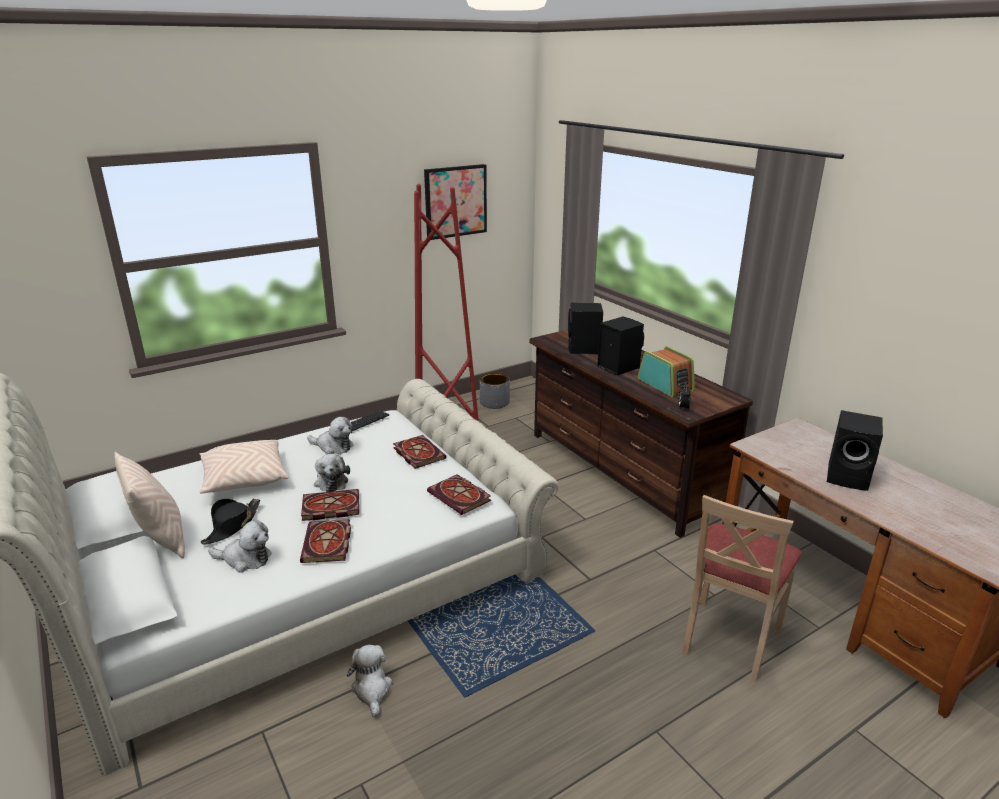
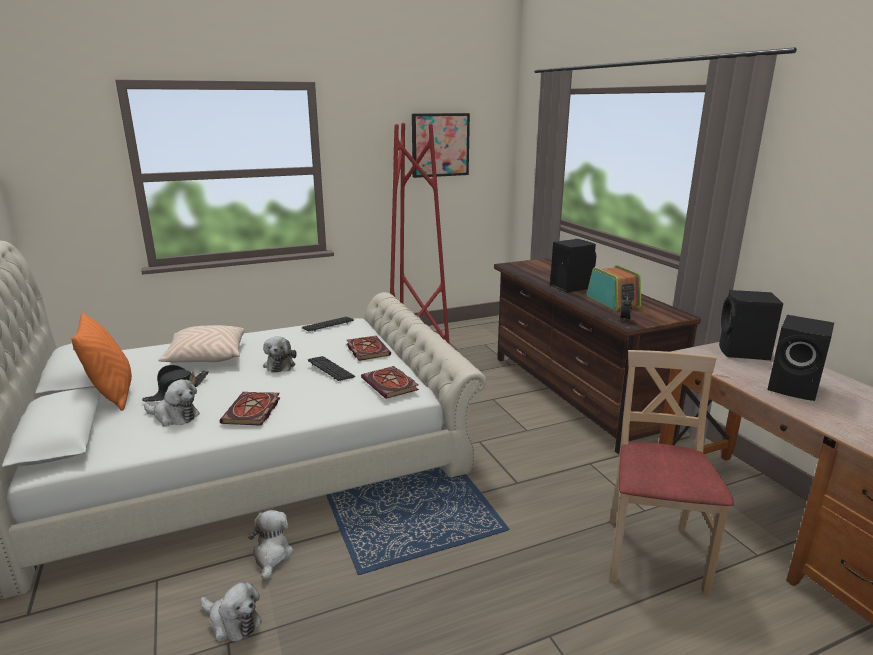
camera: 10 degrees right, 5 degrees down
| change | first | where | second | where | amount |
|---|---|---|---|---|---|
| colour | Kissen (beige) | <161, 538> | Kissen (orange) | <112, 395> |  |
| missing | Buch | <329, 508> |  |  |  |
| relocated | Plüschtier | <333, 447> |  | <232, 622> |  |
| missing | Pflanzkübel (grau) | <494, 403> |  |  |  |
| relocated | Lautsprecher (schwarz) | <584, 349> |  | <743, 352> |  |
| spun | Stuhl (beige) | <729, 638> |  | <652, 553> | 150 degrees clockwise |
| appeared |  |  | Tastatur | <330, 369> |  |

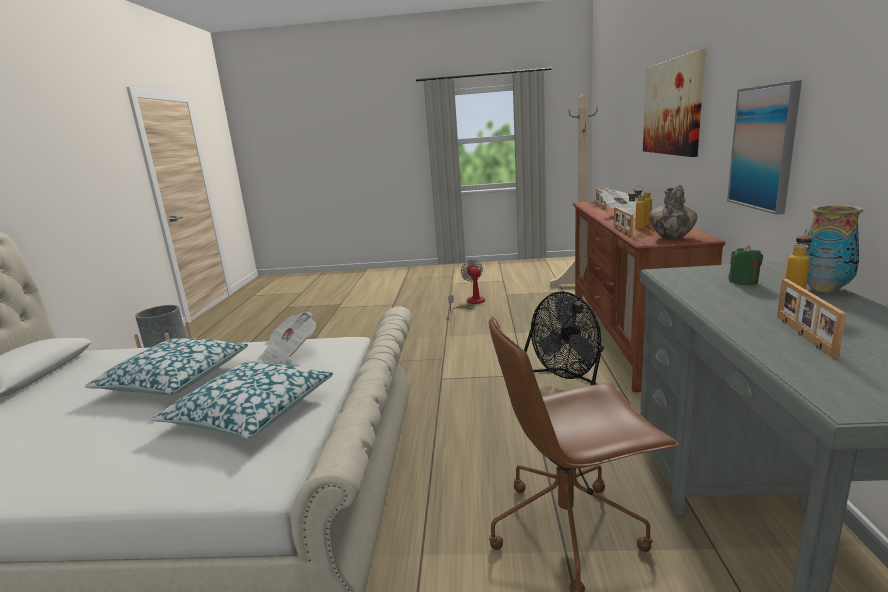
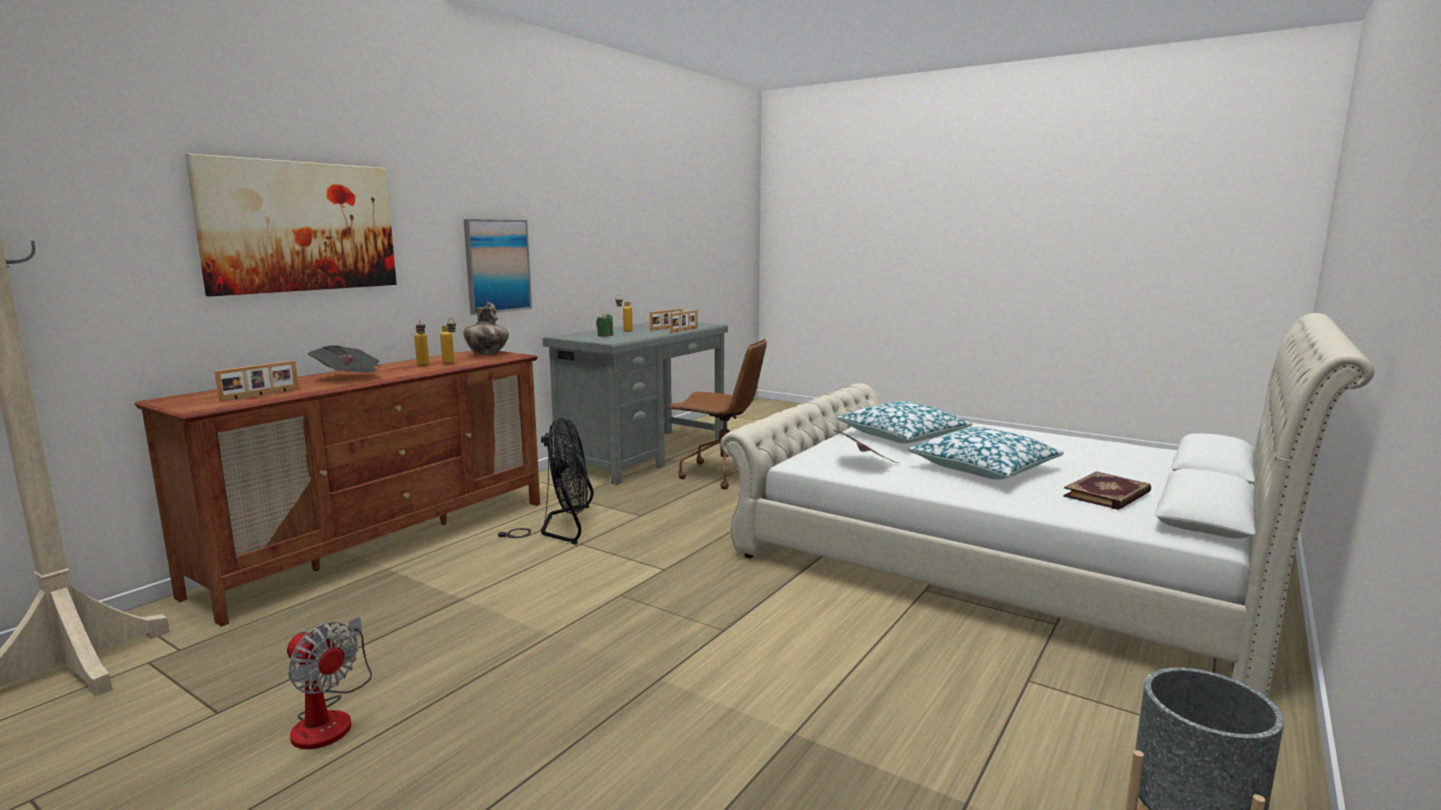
camera: 150 degrees left, 5 degrees down
| change | first | where | second | where | amount |
|---|---|---|---|---|---|
| spun | Ventilator | <471, 303> |  | <329, 718> | 75 degrees counterclockwise |
| relocated | Bilderrahmen | <621, 231> |  | <684, 330> |  |
| missing | Vase | <823, 289> |  |  |  |
| appeared |  |  | Buch | <1108, 495> |  |

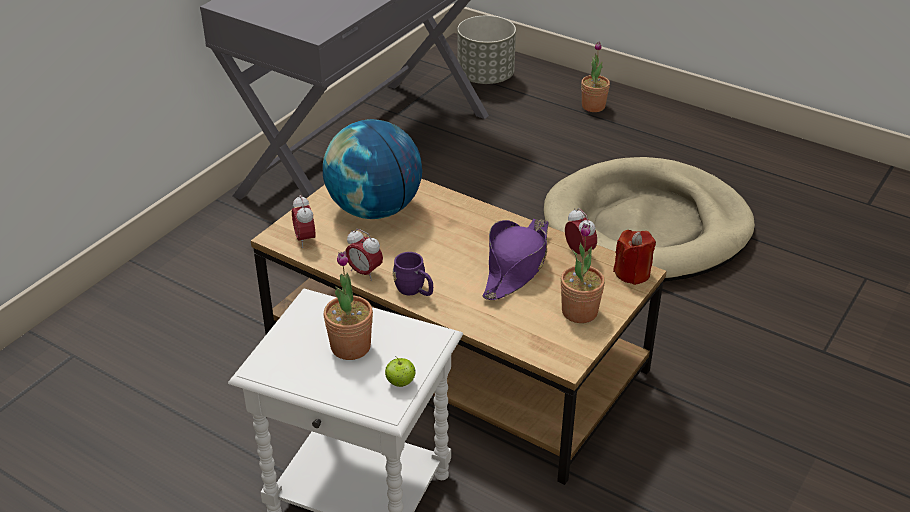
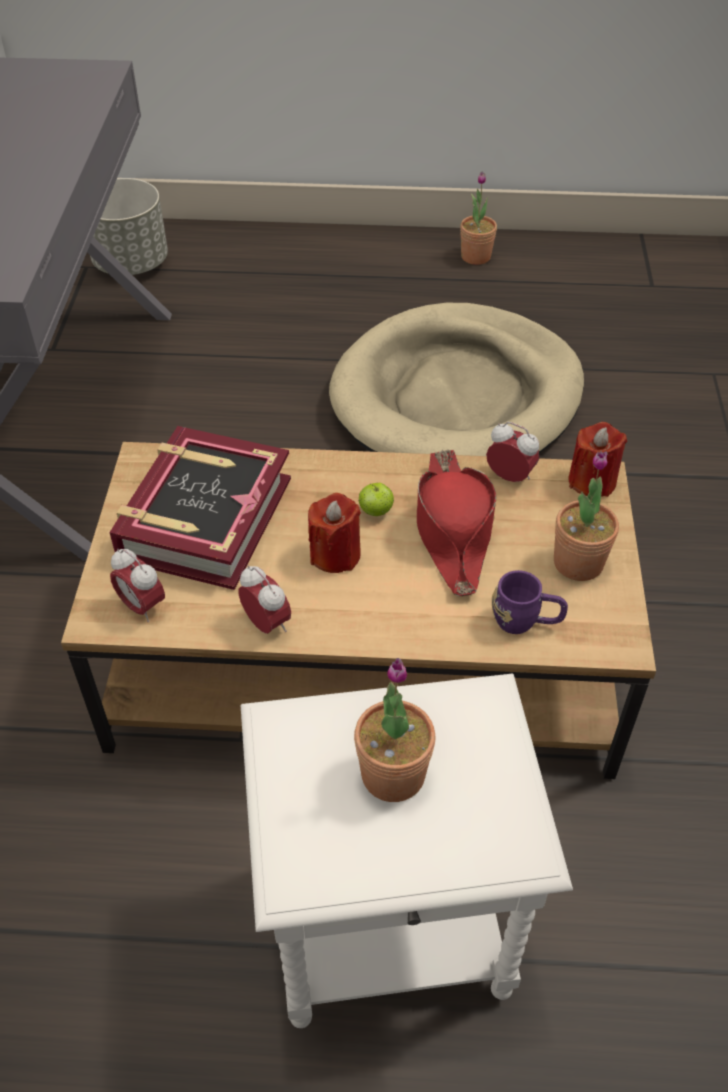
camera: 30 degrees left, 10 degrees up
| change | first | where | second | where | amount |
|---|---|---|---|---|---|
| exchanged | Globus | <374, 209> | Buch | <205, 518> |  |
| spun | Wecker | <364, 272> |  | <267, 624> | 135 degrees counterclockwise |
| relocated | Apfel | <400, 383> |  | <376, 511> |  |
| relocated | Henkelbecher (lila) | <414, 291> |  | <525, 622> |  |
| colour | Hut (lila) | <516, 266> | Hut (rot) | <452, 529> |  |
| relocated | Topfpflanze | <593, 106> |  | <475, 256> |  |
| appeared |  |  | Kerze (rot) | <335, 554> |  |

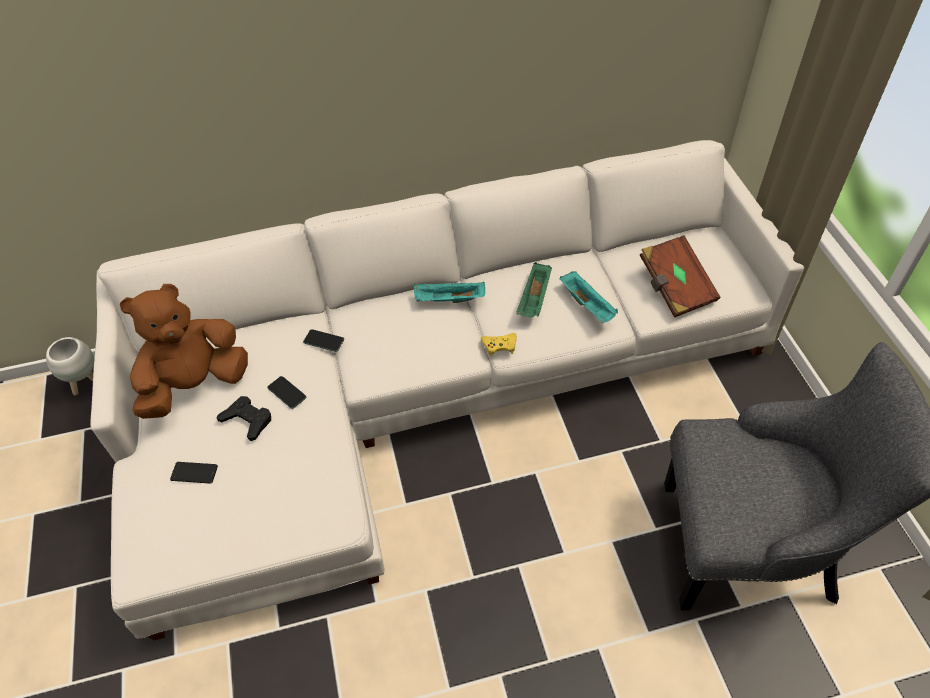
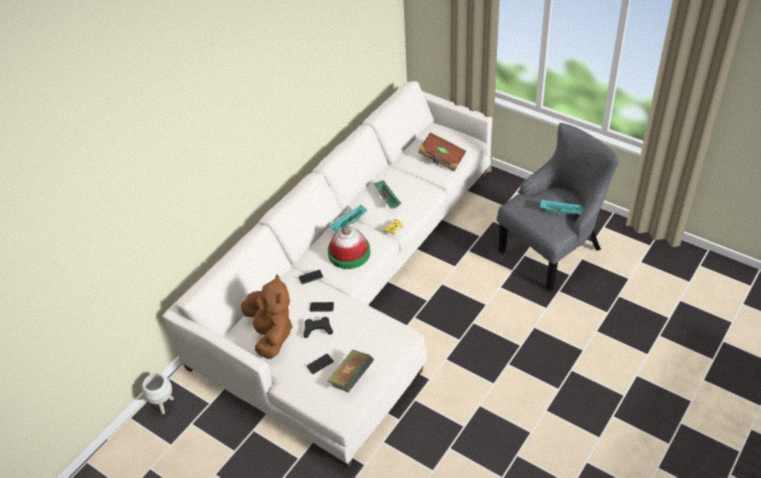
camera: 40 degrees left, 5 degrees down
| change | first | where | second | where | amount |
|---|---|---|---|---|---|
| spun | Plüschtier (braun) | <195, 385> |  | <271, 334> | 150 degrees clockwise |
| relocated | Tablett (türkis) | <588, 305> |  | <562, 212> |  |
| appeared |  |  | Buch | <351, 378> |  |
| appeared |  |  | Hut | <349, 253> |  |

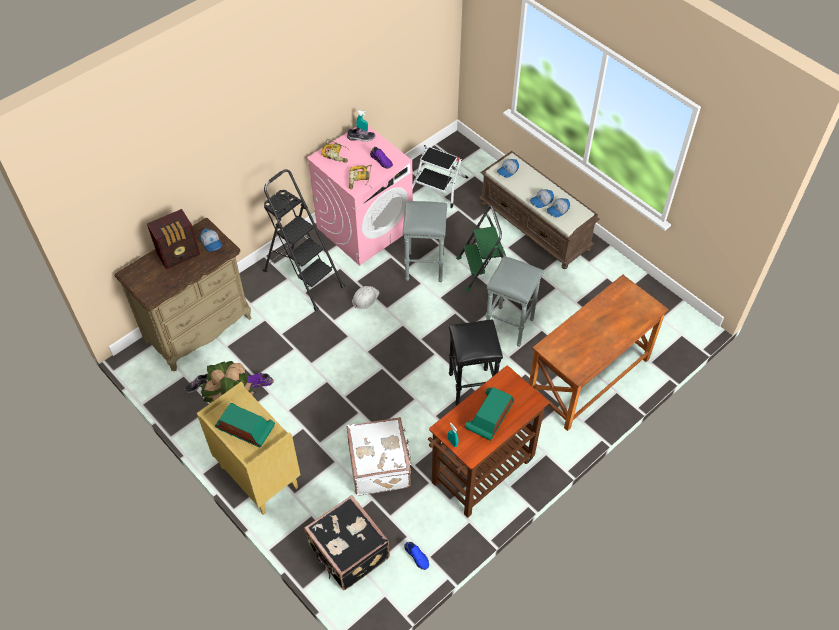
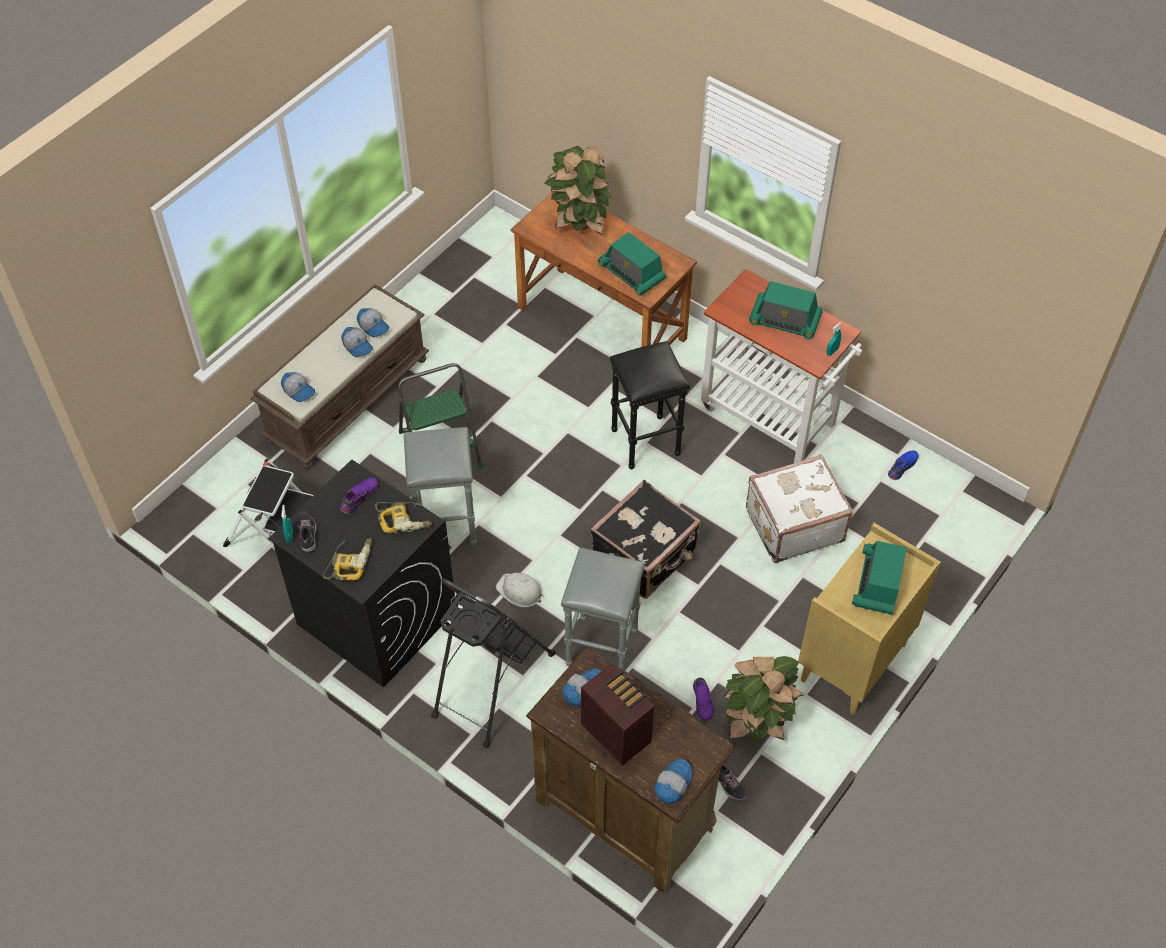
camera: 100 degrees left, 0 degrees up
| change | first | where | second | where | amount |
|---|---|---|---|---|---|
| relocated | Koffer (schwarz) | <348, 553> |  | <646, 556> |  |
| colour | Waschmaschine (rosa) | <365, 228> | Waschmaschine (schwarz) | <376, 617> |  |
| colour | Rollwagen (braun) | <481, 472> | Rollwagen (weiß) | <770, 417> |  |
| relocated | Hocker (grau) | <508, 326> |  | <603, 648> |  |
| appeared |  |  | Topfpflanze | <579, 223> |  |
| appeared |  |  | Radio | <631, 273> |  |
| appeared |  |  | Kappe | <672, 784> |  |

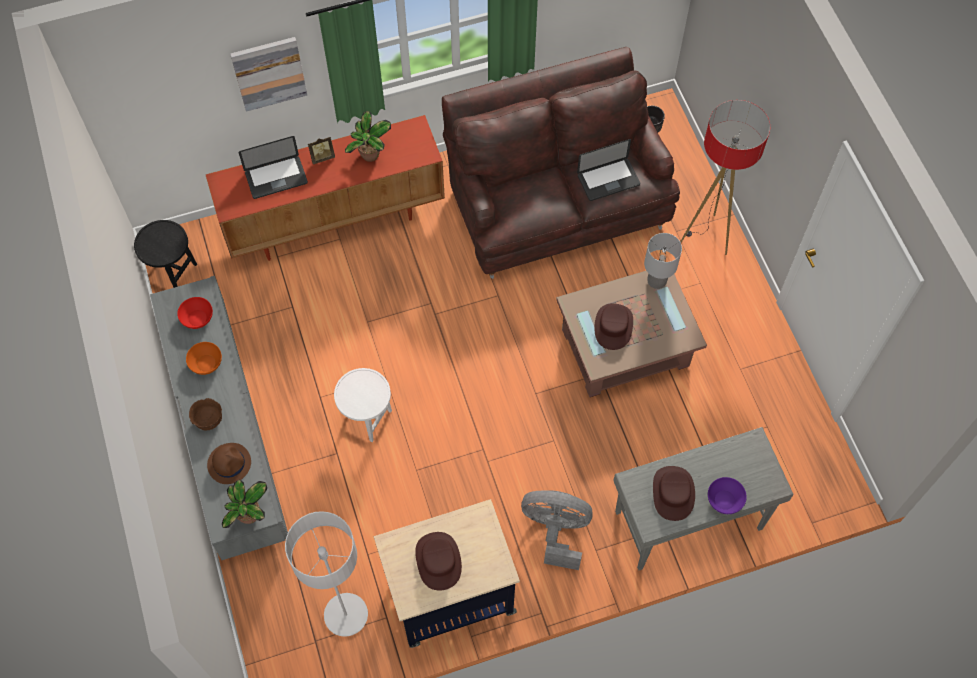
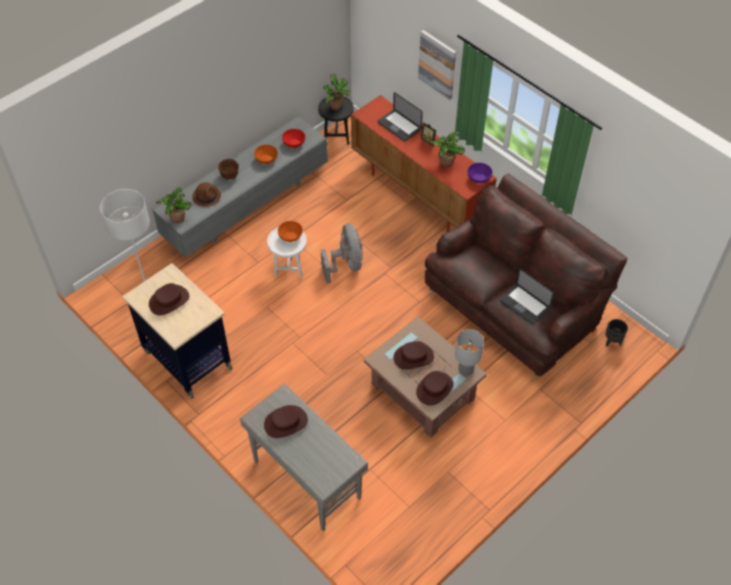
camera: 65 degrees right, 10 degrees down
| change | first | where | second | where | amount |
|---|---|---|---|---|---|
| relocated | Ventilator (grau) | <556, 530> |  | <346, 264> |  |
| missing | Stehlampe | <706, 237> |  |  |  |
| relocated | Schüssel (lila) | <724, 500> |  | <479, 178> |  |
| appeared |  |  | Schüssel (orange) | <290, 236> |  |
| appeared |  |  | Topfpflanze | <336, 107> |  |
| appeared |  |  | Hut (braun) | <435, 389> |  |

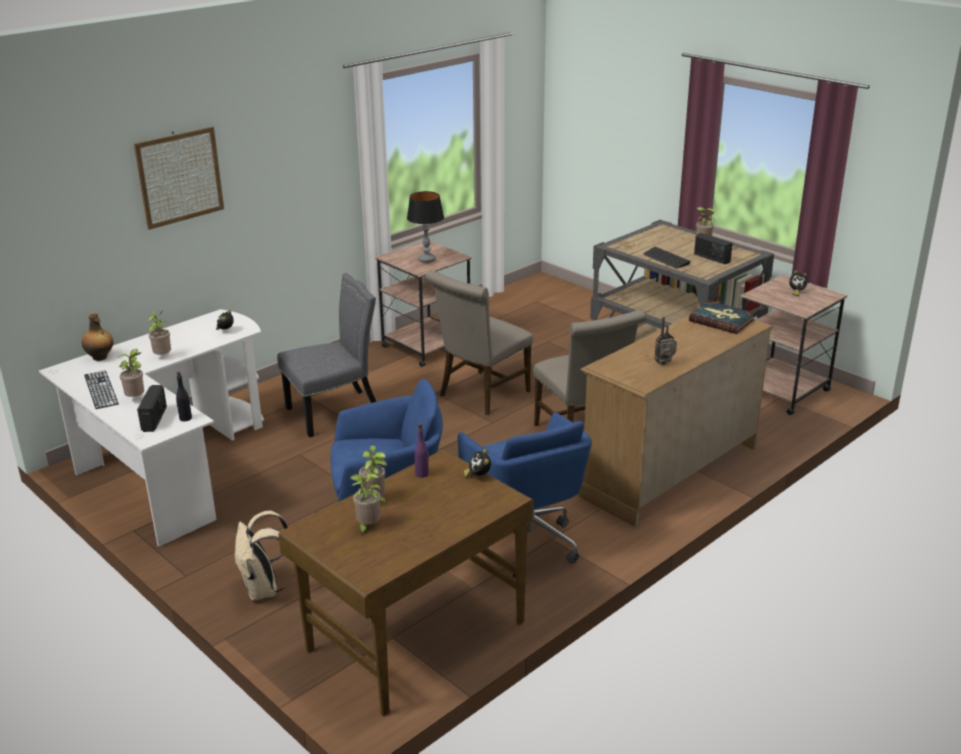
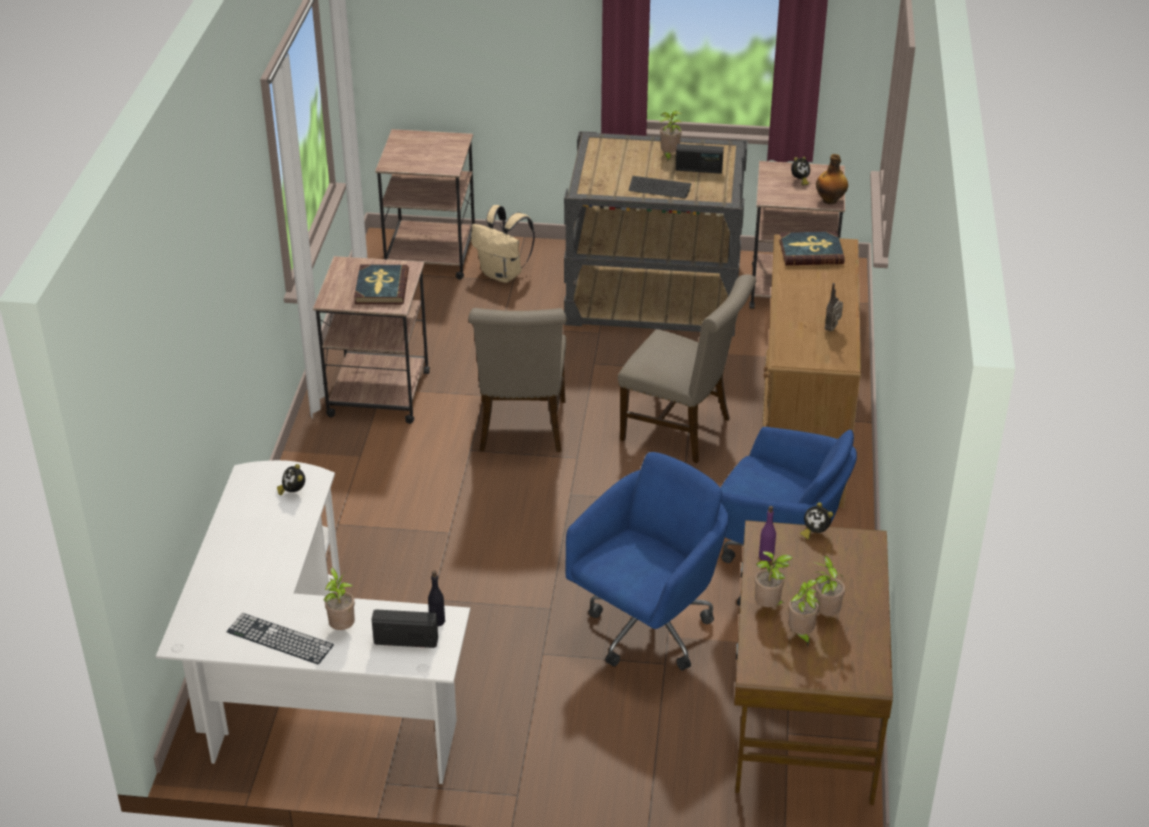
camera: 40 degrees left, 10 degrees up
| change | first | where | second | where | amount |
|---|---|---|---|---|---|
| relocated | Flasche | <100, 357> |  | <830, 200> |  |
| missing | Bild | <179, 175> |  |  |  |
| spun | Radio | <154, 419> |  | <406, 640> | 45 degrees counterclockwise |
| relocated | Topfpflanze | <163, 357> |  | <825, 614> |  |
| relocated | Rucksack (beige) | <265, 590> |  | <503, 274> |  |
| missing | Stuhl (grau) | <332, 413> |  |  |  |
| exchanged | Tischlampe | <426, 260> | Buch | <381, 287> |  |
| appeared |  |  | Rollwagen (braun) | <432, 255> |  |

